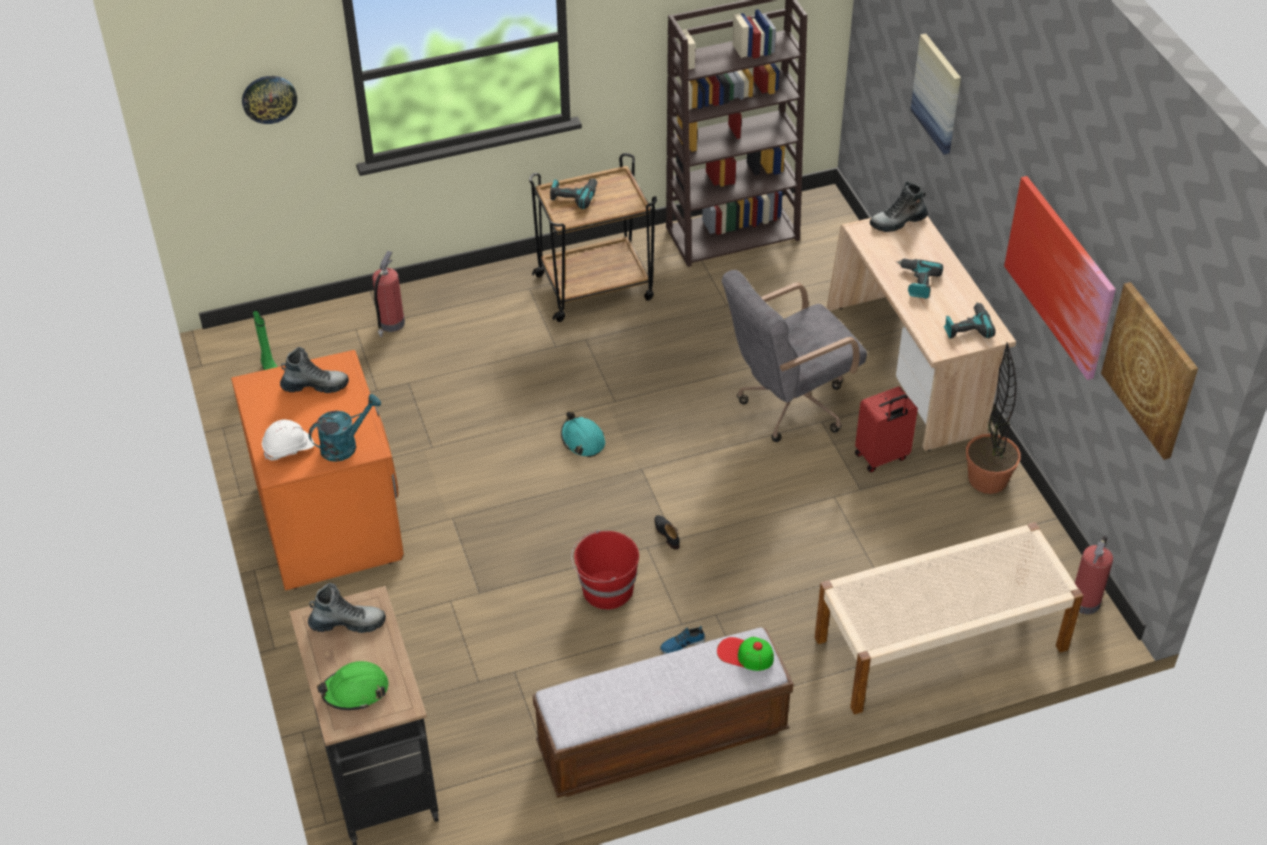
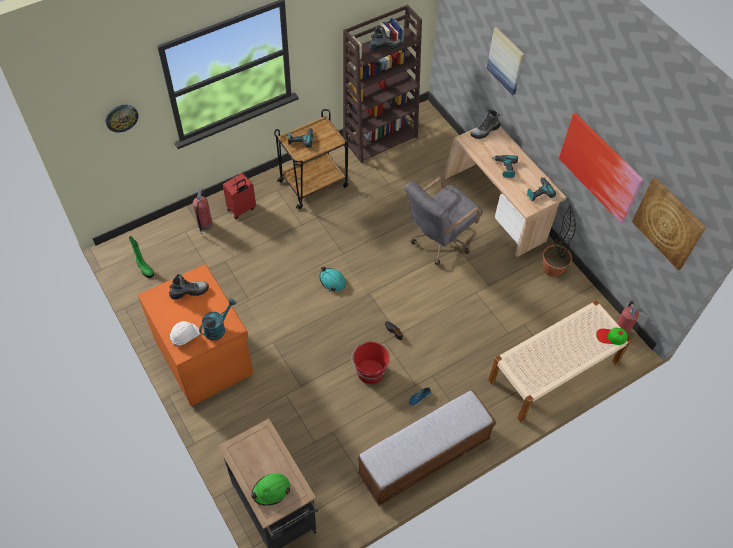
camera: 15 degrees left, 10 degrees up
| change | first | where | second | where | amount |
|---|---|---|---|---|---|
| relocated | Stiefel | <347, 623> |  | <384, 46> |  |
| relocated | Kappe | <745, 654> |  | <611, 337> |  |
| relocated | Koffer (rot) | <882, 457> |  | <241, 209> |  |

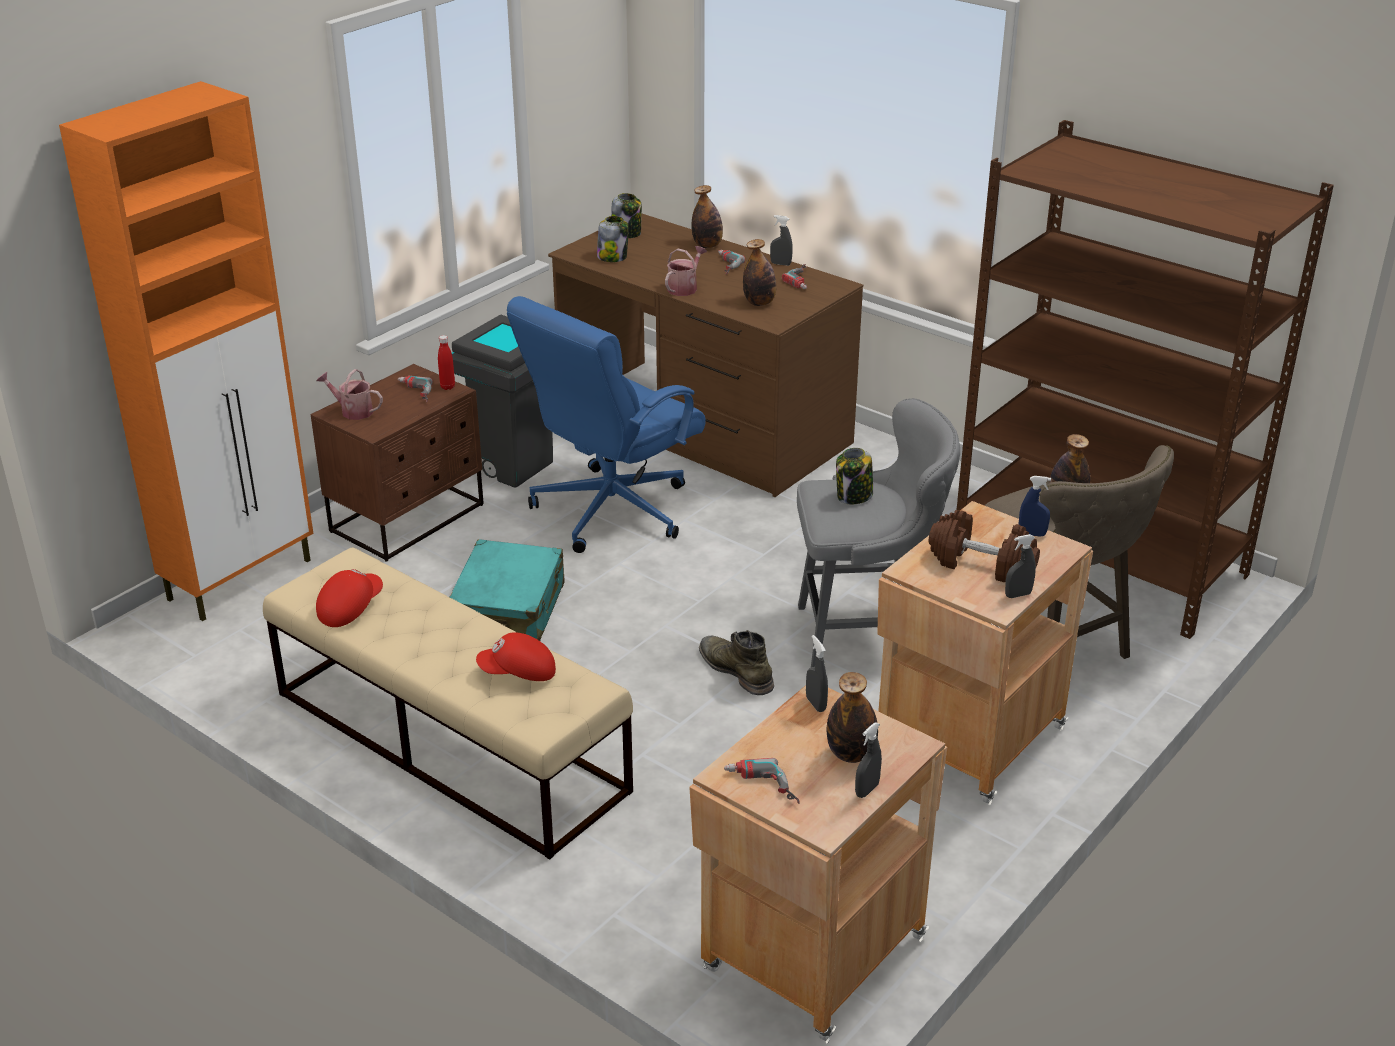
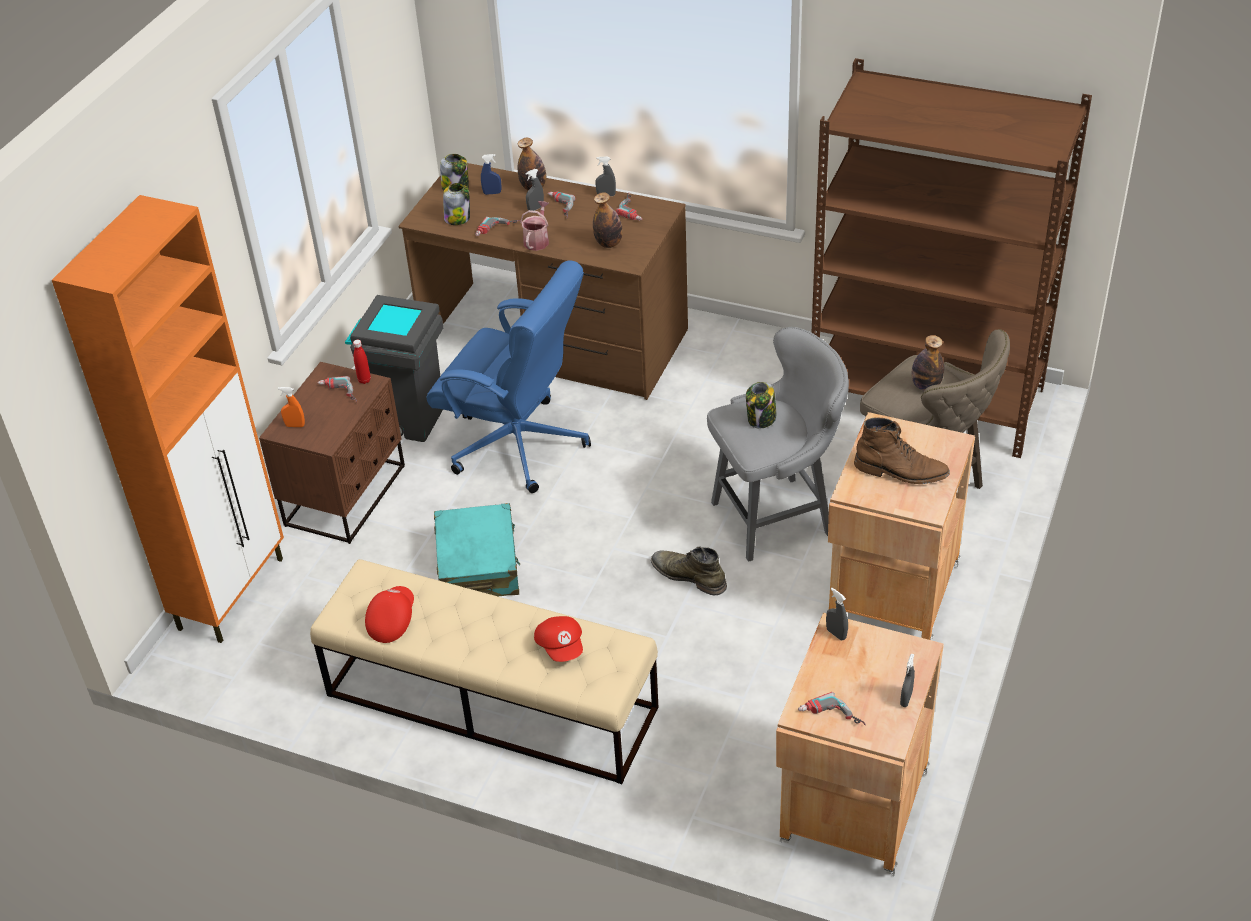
camera: 15 degrees left, 10 degrees up
| change | first | where | second | where | amount |
|---|---|---|---|---|---|
| exchanged | Gießkanne | <353, 411> | Sprühflasche (orange) | <295, 425> |  |
| spun | Kappe (rot) | <518, 673> |  | <561, 646> | 90 degrees counterclockwise |
| spun | Bürostuhl (blau) | <613, 509> |  | <517, 444> | 90 degrees counterclockwise |
| missing | Flasche | <851, 754> |  |  |  |
| exchanged | Hantel (braun) | <982, 563> | Stiefel (braun) | <901, 471> |  |
| relocated | Sprühflasche (grau) | <1018, 595> |  | <535, 208> |  |
| relocated | Sprühflasche (blau) | <1032, 534> |  | <492, 193> |  |
| appeared |  |  | Bohrmaschine | <497, 230> |  |

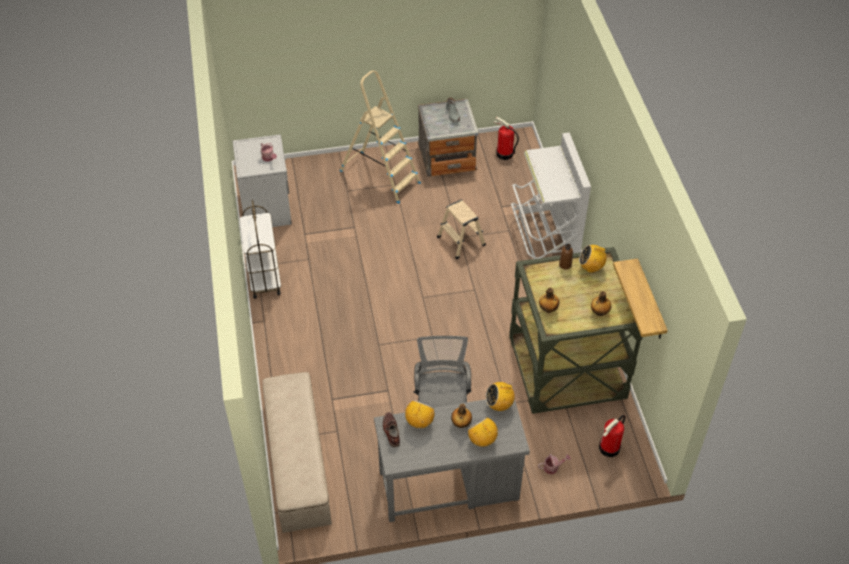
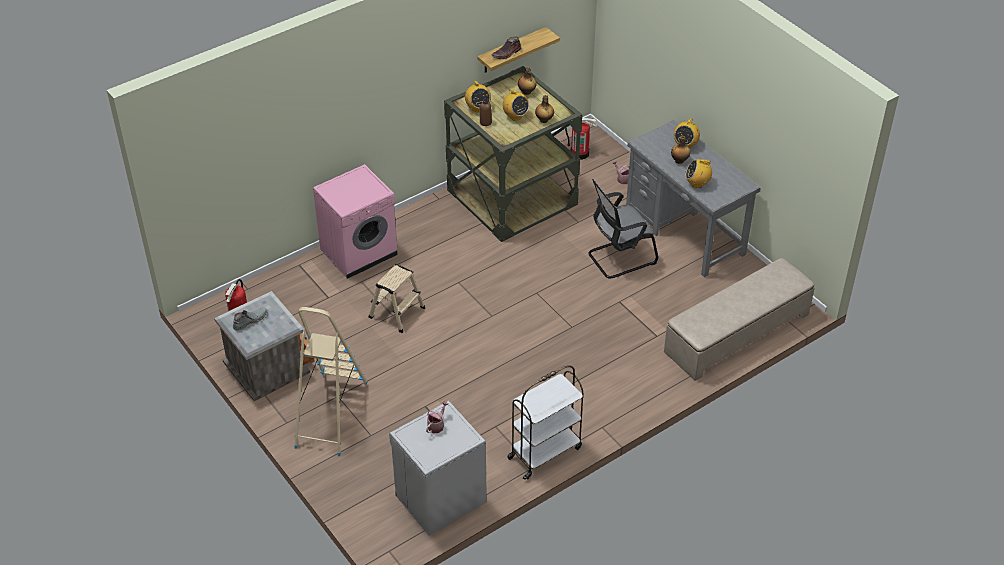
camera: 115 degrees left, 5 degrees down
| change | first | where | second | where | amount |
|---|---|---|---|---|---|
| relocated | Stiefel (braun) | <391, 431> |  | <506, 53> |  |
| relocated | Radio | <499, 405> |  | <515, 116> |  |
| exchanged | Schuhregal (weiß) | <543, 239> | Waschmaschine (rosa) | <360, 253> |  |

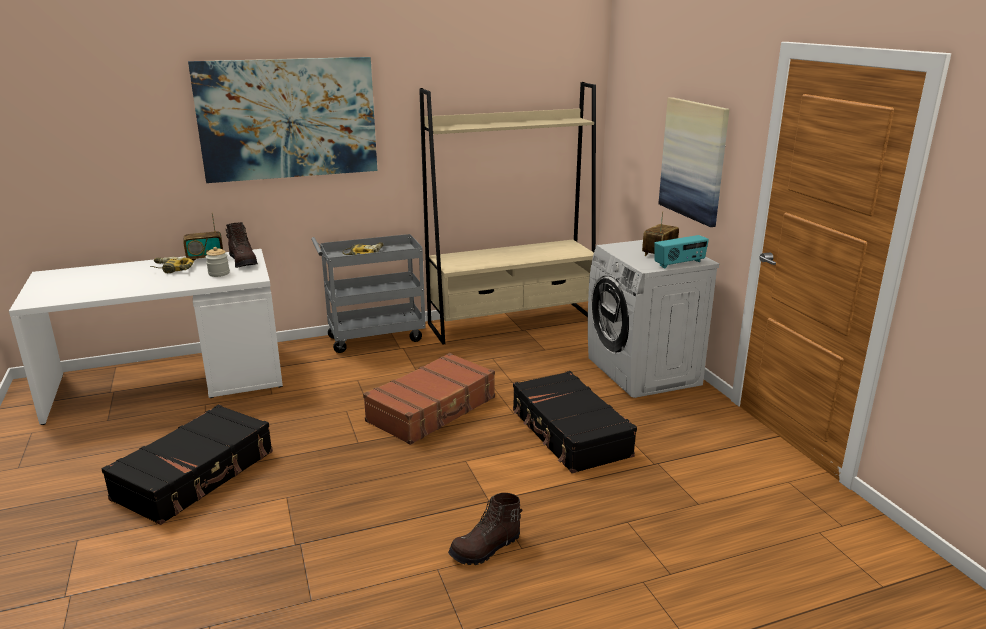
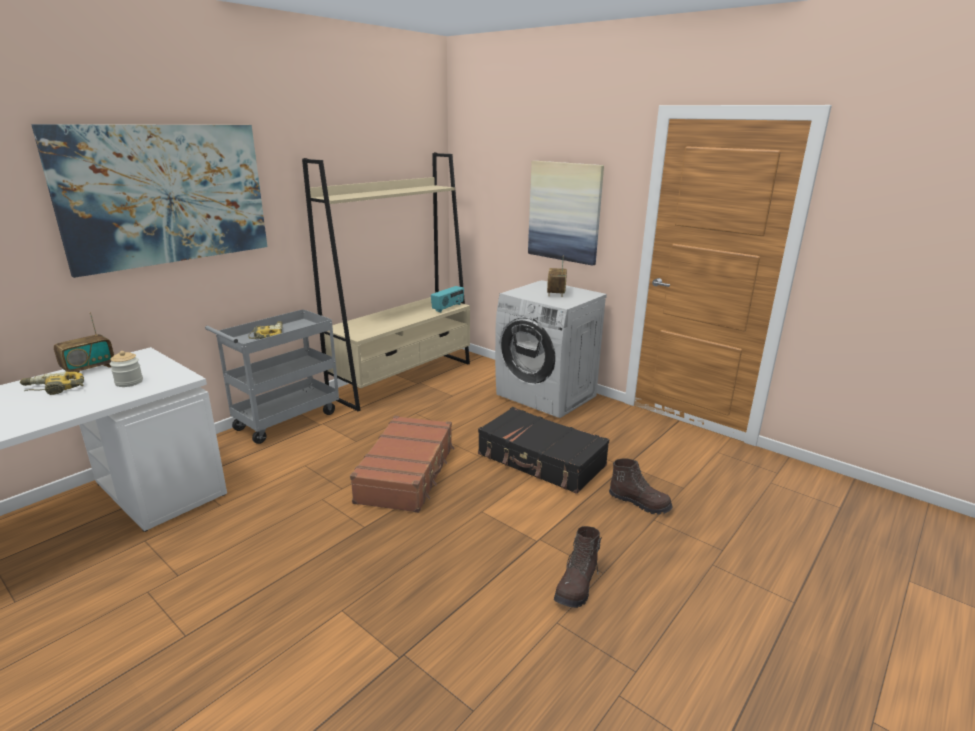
camera: 30 degrees left, 0 degrees up
| change | first | where | second | where | amount |
|---|---|---|---|---|---|
| missing | Koffer (schwarz) | <196, 475> |  |  |  |
| relocated | Stiefel (braun) | <243, 262> |  | <639, 502> |  |
| relocated | Radio | <679, 264> |  | <448, 308> |  |

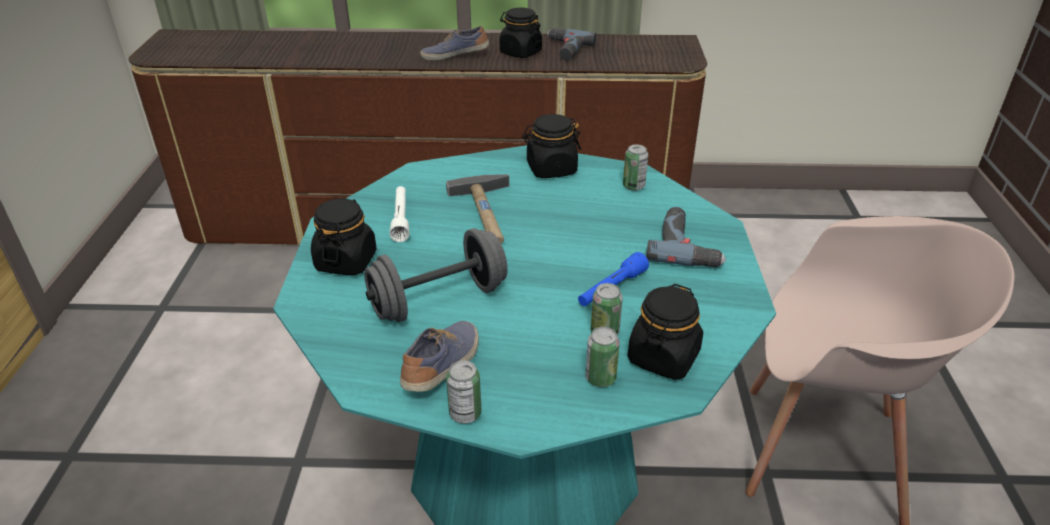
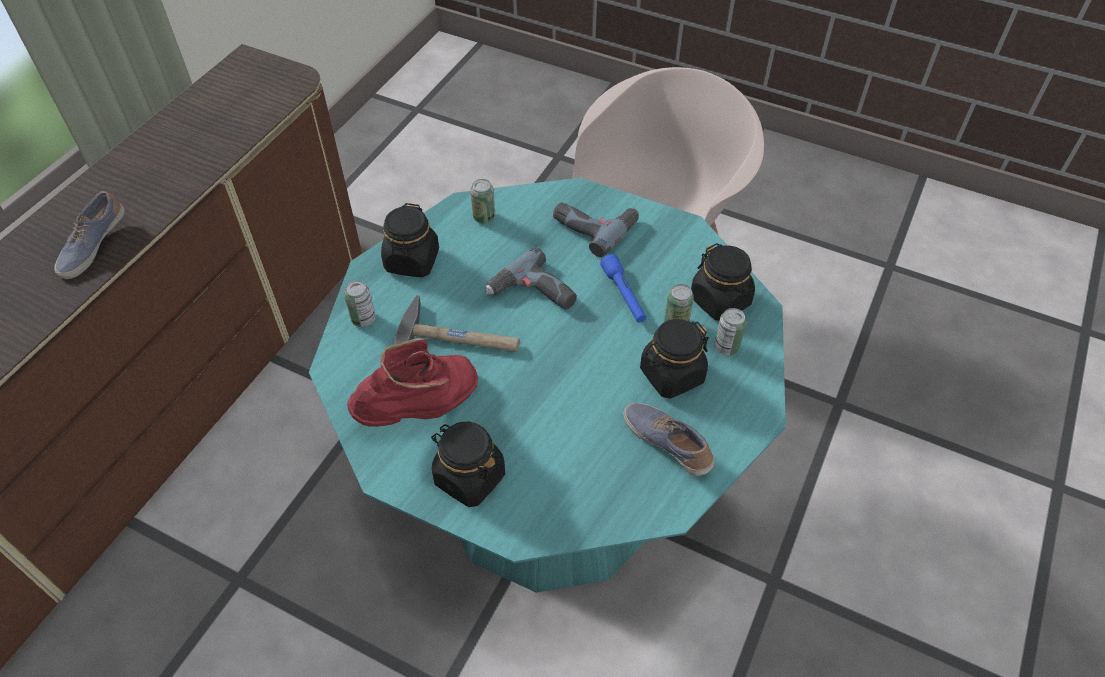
camera: 65 degrees left, 15 degrees up
| change | first | where | second | where | amount |
|---|---|---|---|---|---|
| missing | Hantel (grau) | <439, 300> |  |  |  |
| exchanged | Taschenlampe (weiß) | <401, 219> | Stiefel (rot) | <421, 410> |  |
| relocated | Dose | <465, 414> |  | <363, 319> |  |
| relocated | Vorratsglas (schwarz) | <520, 52> |  | <671, 375> |  |
| relocated | Bohrmaschine | <564, 50> |  | <533, 294> |  |

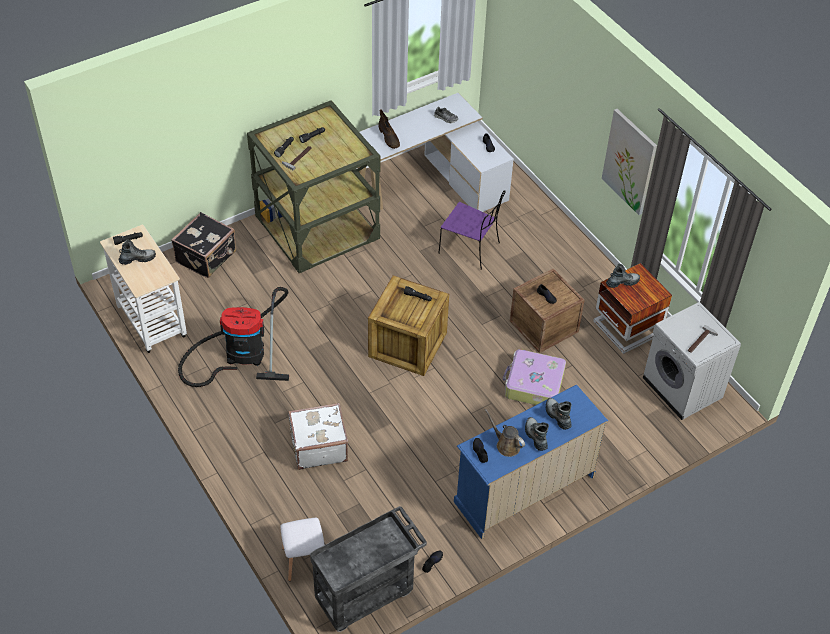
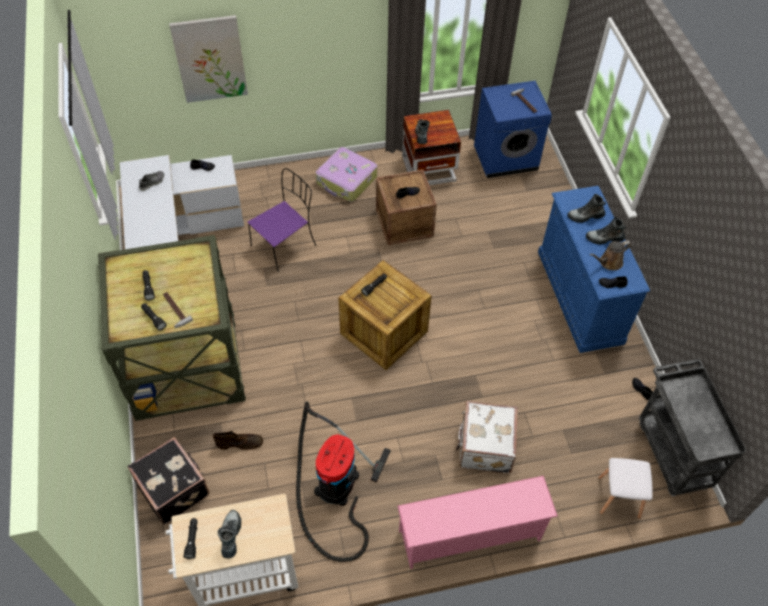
camera: 70 degrees left, 5 degrees up
| change | first | where | second | where | amount |
|---|---|---|---|---|---|
| relocated | Stiefel (braun) | <389, 138> |  | <240, 443> |  |
| relocated | Koffer | <533, 385> |  | <346, 181> |  |
| relocated | Bild | <629, 161> |  | <210, 59> |  |
| colour | Waschmaschine (weiß) | <681, 389> | Waschmaschine (blau) | <506, 159> |  |
| appeared |  |  | Schuhregal (rosa) | <470, 536> |  |

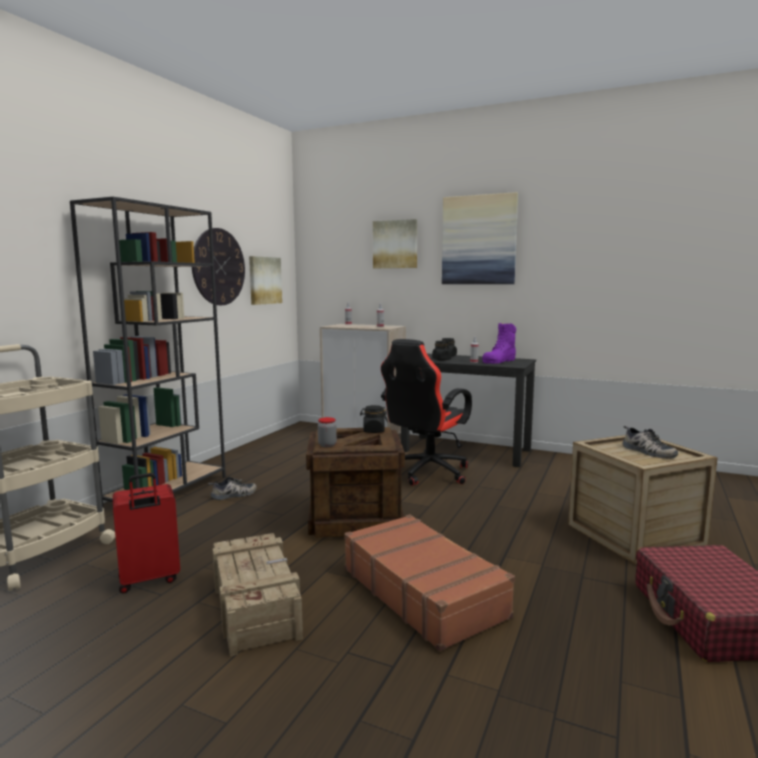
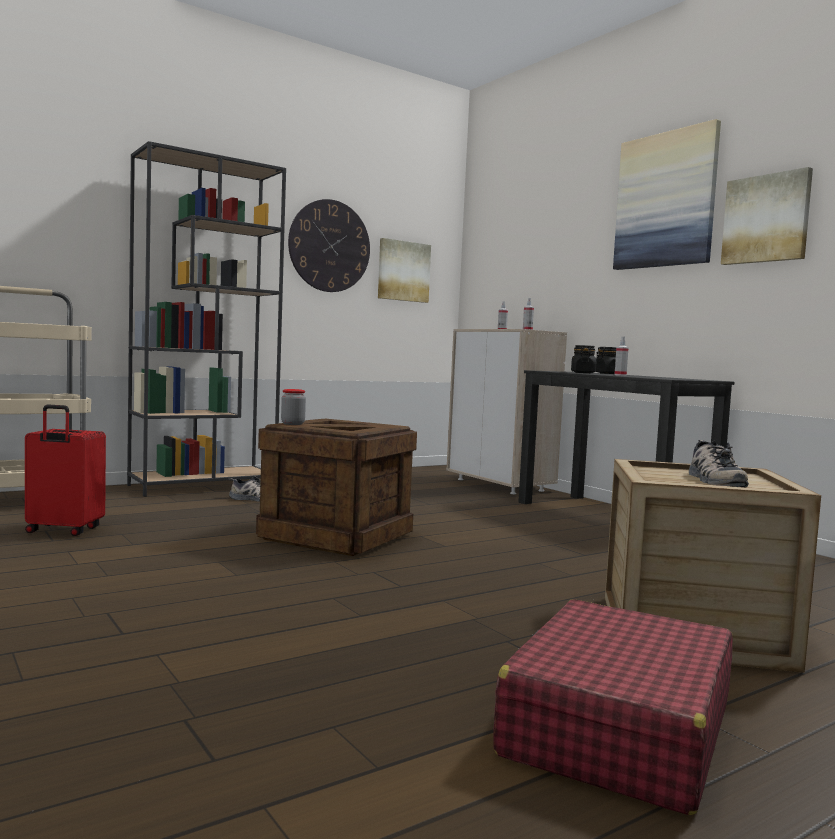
camera: 30 degrees right, 5 degrees down
| change | first | where | second | where | amount |
|---|---|---|---|---|---|
| missing | Kiste | <256, 604> |  |  |  |
| missing | Koffer (braun) | <423, 592> |  |  |  |
| missing | Vorratsglas (schwarz) | <373, 431> |  |  |  |
| relocated | Bild | <395, 244> |  | <766, 219> |  |
| missing | Bürostuhl (schwarz) | <426, 475> |  |  |  |
| missing | Stiefel (lila) | <499, 361> |  |  |  |

